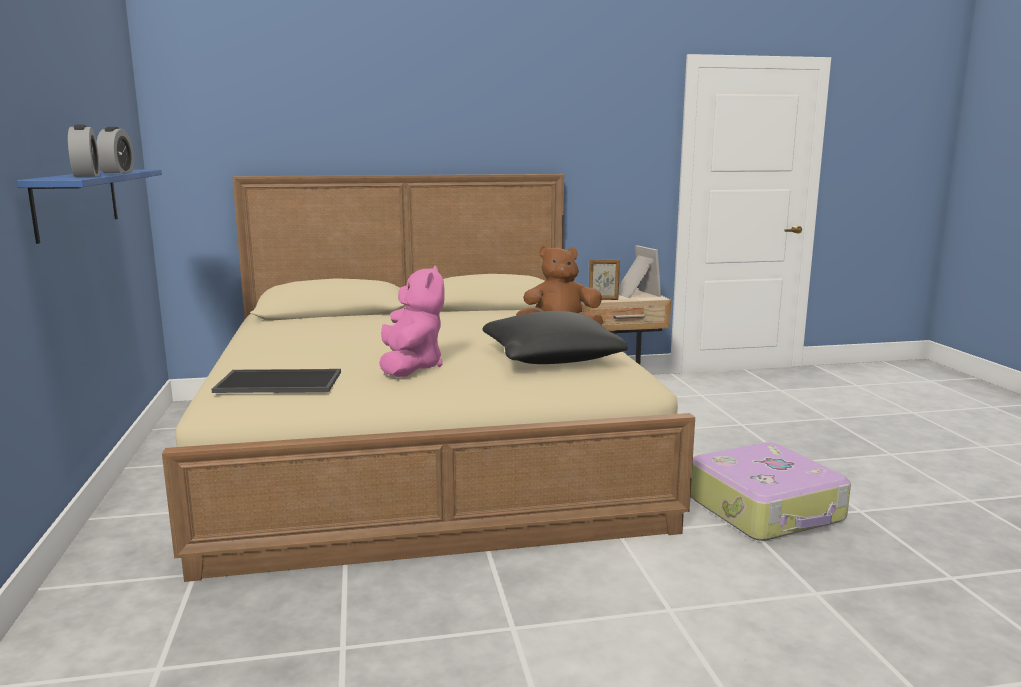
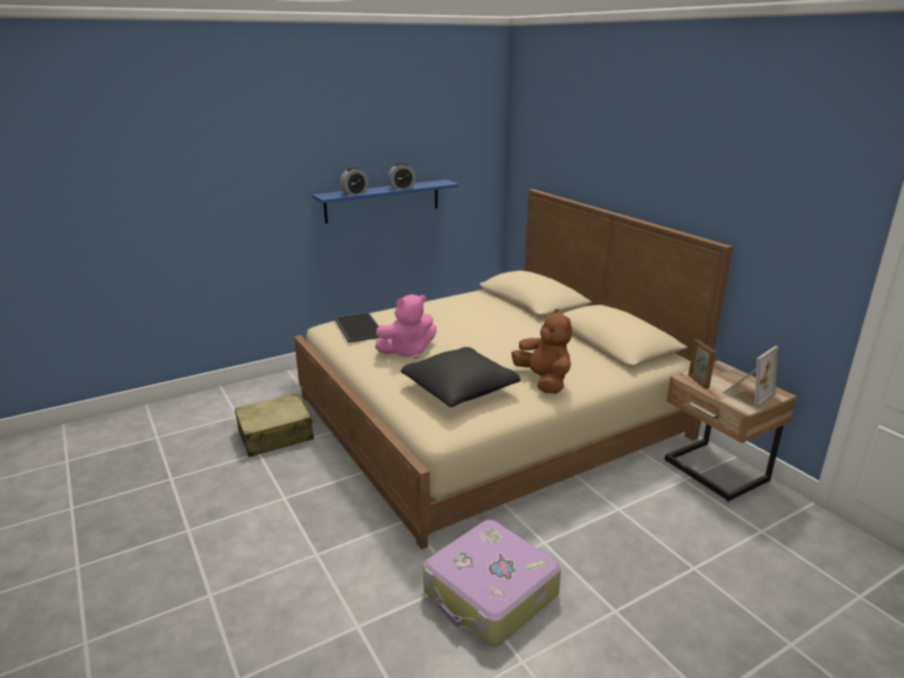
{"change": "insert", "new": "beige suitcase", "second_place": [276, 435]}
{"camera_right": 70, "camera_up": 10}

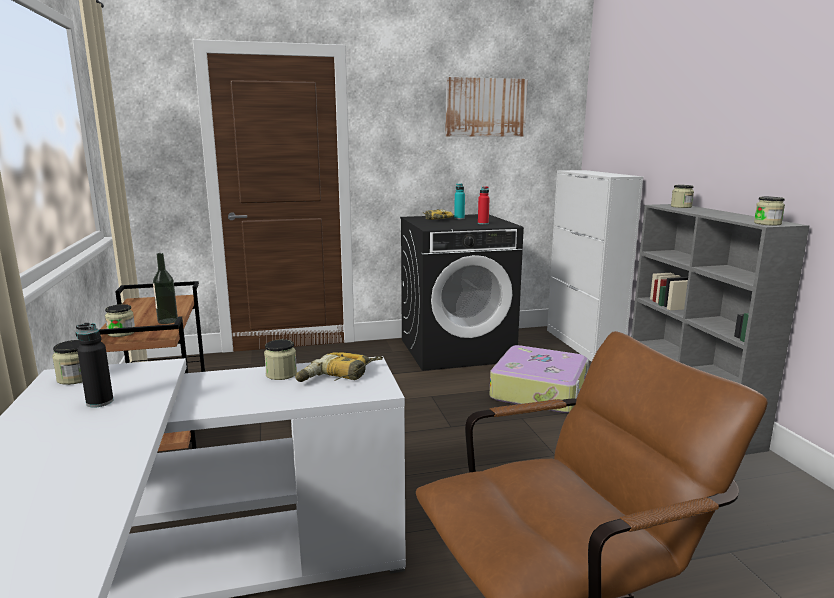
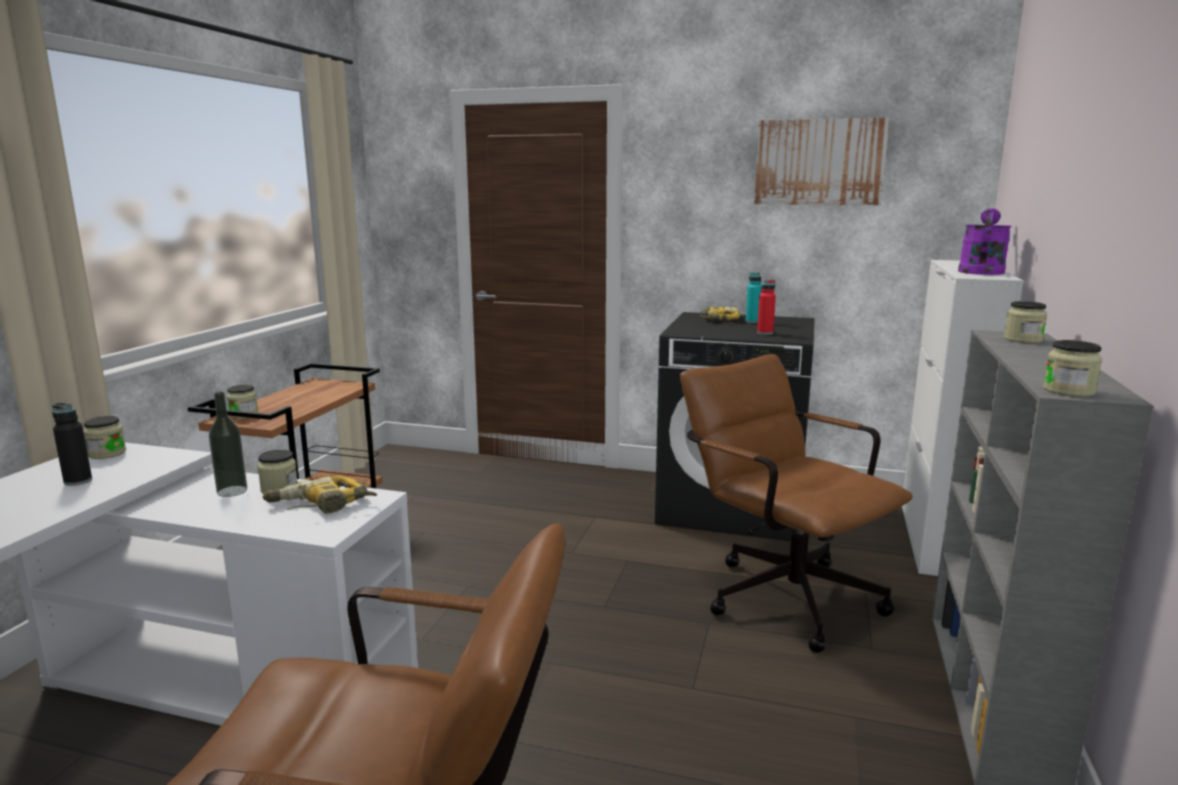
{"change": "insert", "new": "purple watering can", "second_place": [981, 271]}
{"change": "move", "old": "bottle", "first_place": [167, 321], "second_place": [232, 491]}
{"change": "replace", "old": "suitcase", "new": "brown office chair", "first_place": [540, 391], "second_place": [780, 592]}
{"camera_right": 30, "camera_up": 0}

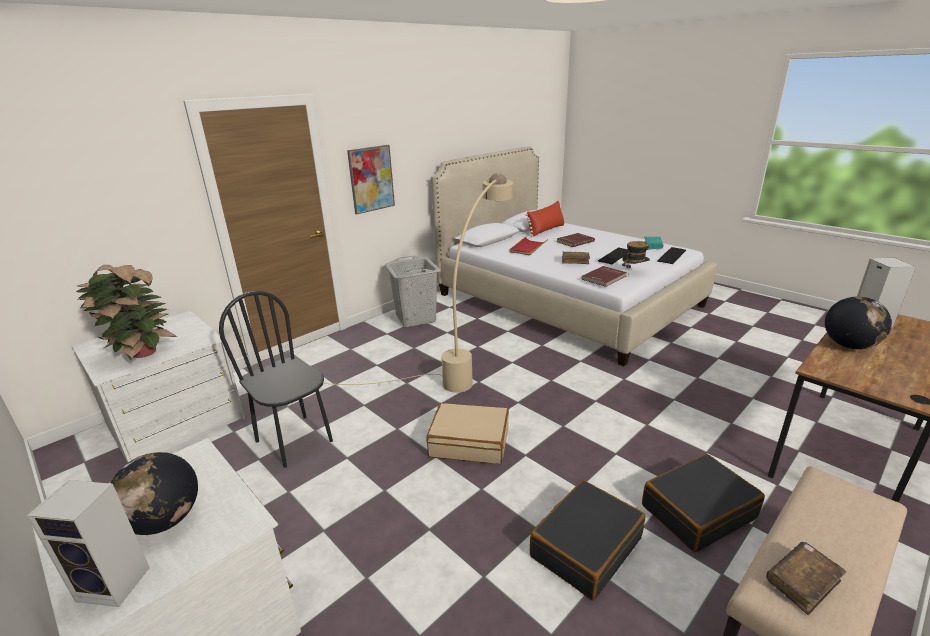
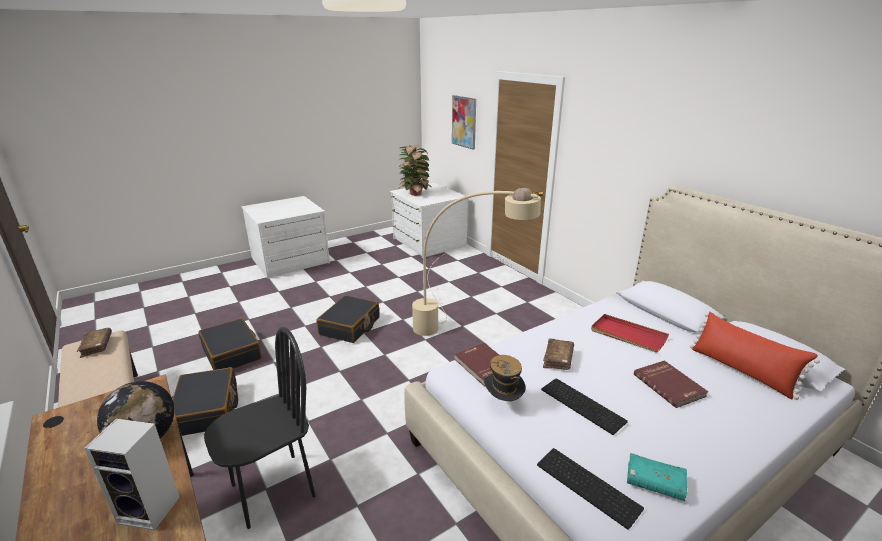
{"change": "delete", "old": "speaker", "first_place": [116, 583]}
{"change": "delete", "old": "globe", "first_place": [164, 521]}
{"change": "delete", "old": "grey laundry basket", "first_place": [415, 318]}
{"change": "move", "old": "black chair", "first_place": [295, 440], "second_place": [273, 489]}
{"change": "move", "old": "picture", "first_place": [371, 179], "second_place": [464, 122]}
{"change": "recolor", "old": "beige suitcase", "new": "black suitcase", "first_place": [469, 442], "second_place": [350, 326]}
{"camera_right": 100, "camera_up": 0}

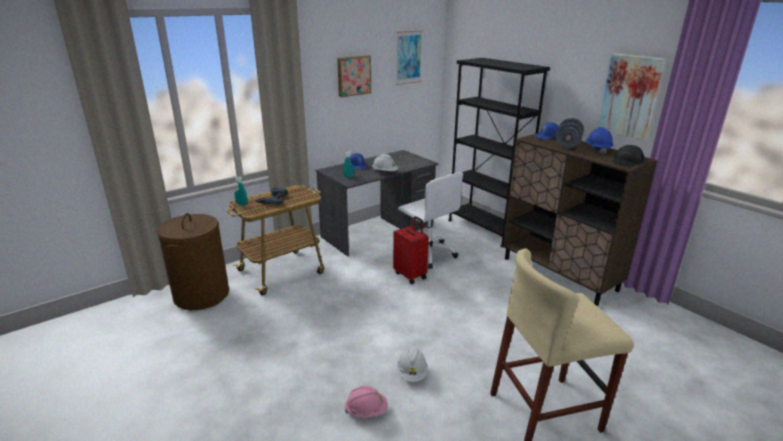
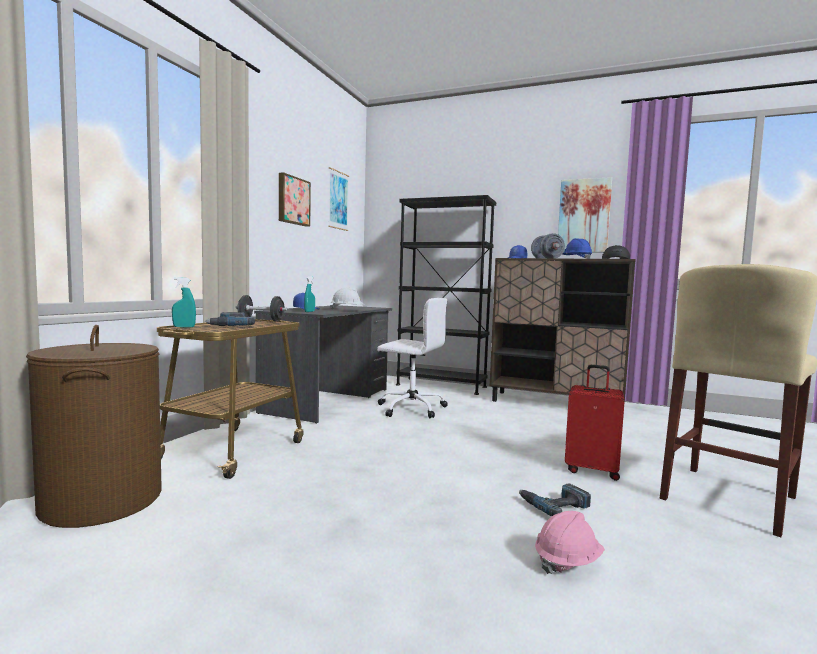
{"change": "insert", "new": "black dumbbell", "second_place": [261, 320]}
{"change": "move", "old": "red suitcase", "first_place": [410, 275], "second_place": [592, 470]}
{"change": "replace", "old": "white hard hat", "new": "power drill", "first_place": [412, 373], "second_place": [554, 505]}
{"camera_right": -30, "camera_up": -20}

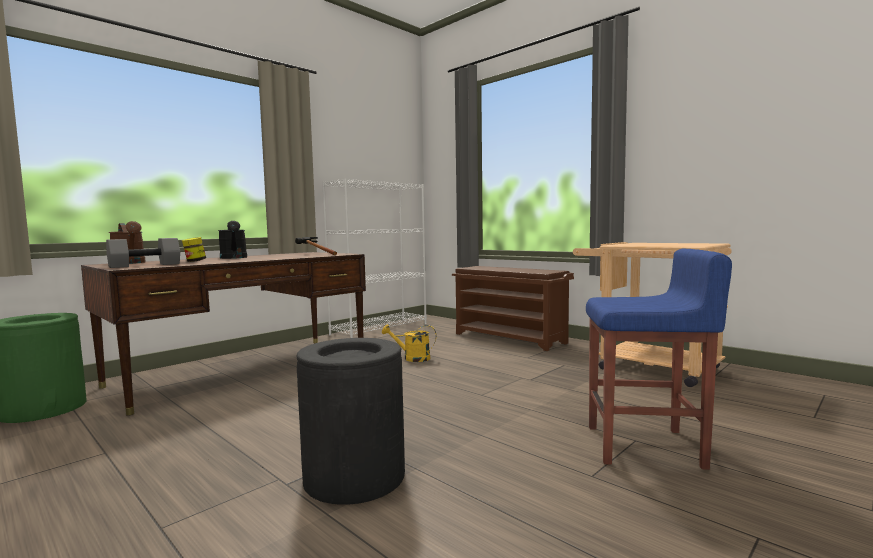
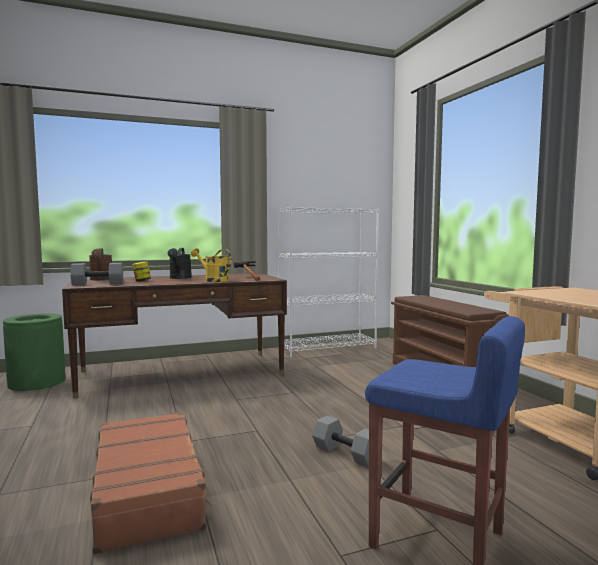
{"change": "insert", "new": "grey dumbbell", "second_place": [347, 454]}
{"change": "move", "old": "yellow watering can", "first_place": [412, 358], "second_place": [213, 280]}
{"change": "replace", "old": "black trash can", "new": "brown suitcase", "first_place": [354, 476], "second_place": [149, 490]}
{"camera_right": 25, "camera_up": 0}

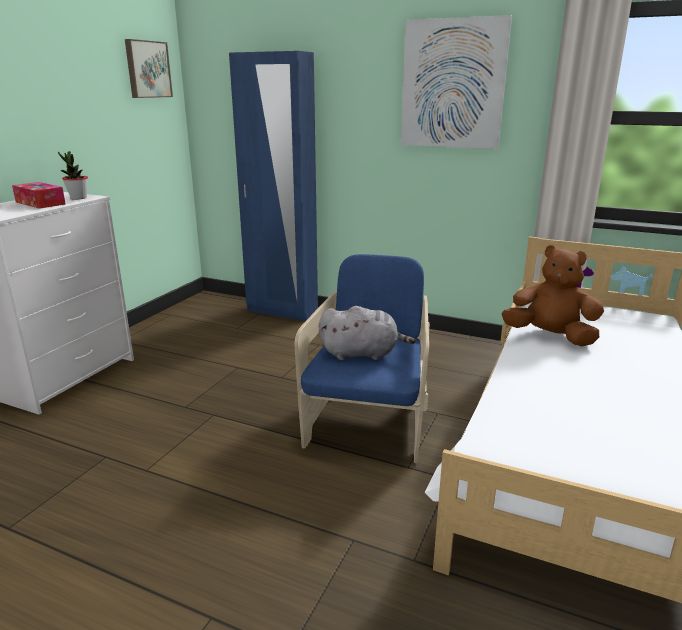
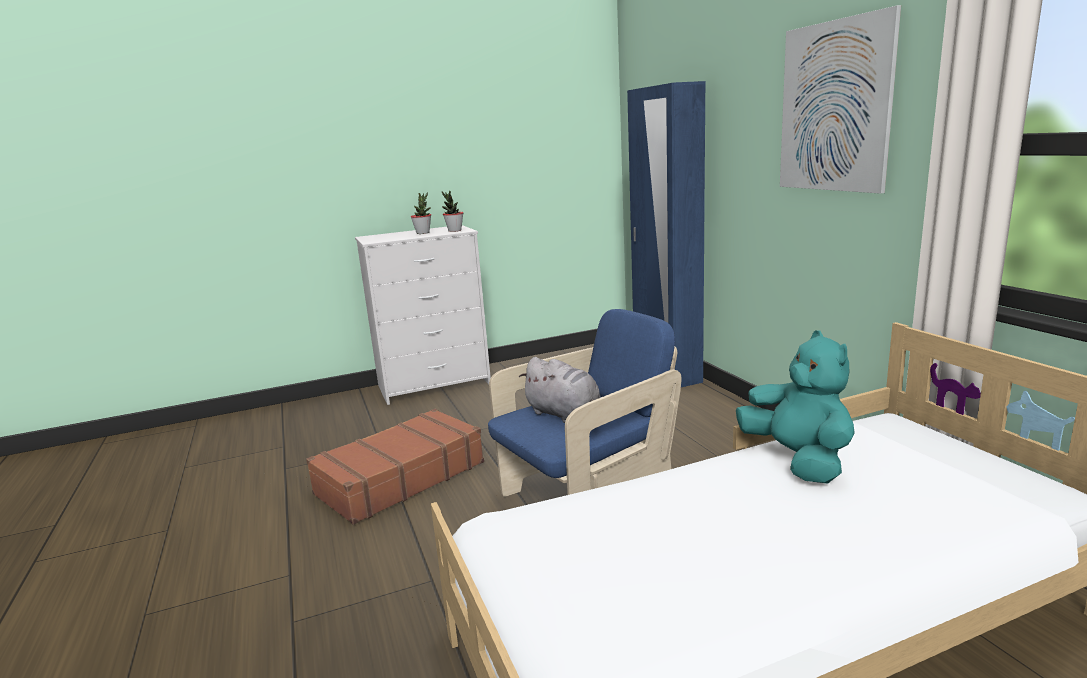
{"change": "delete", "old": "picture", "first_place": [147, 69]}
{"change": "insert", "new": "brown suitcase", "second_place": [400, 478]}
{"change": "replace", "old": "tissue box", "new": "potted plant", "first_place": [40, 203], "second_place": [423, 233]}
{"change": "recolor", "old": "brown plush toy", "new": "turquoise plush toy", "first_place": [550, 337], "second_place": [798, 460]}
{"camera_right": 45, "camera_up": -5}

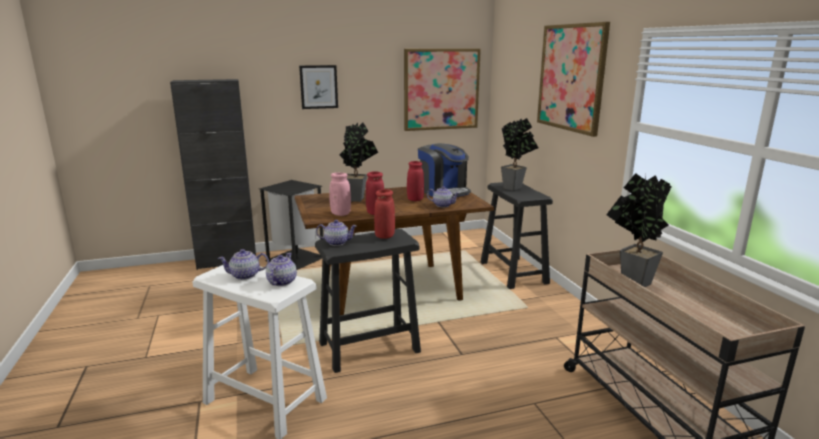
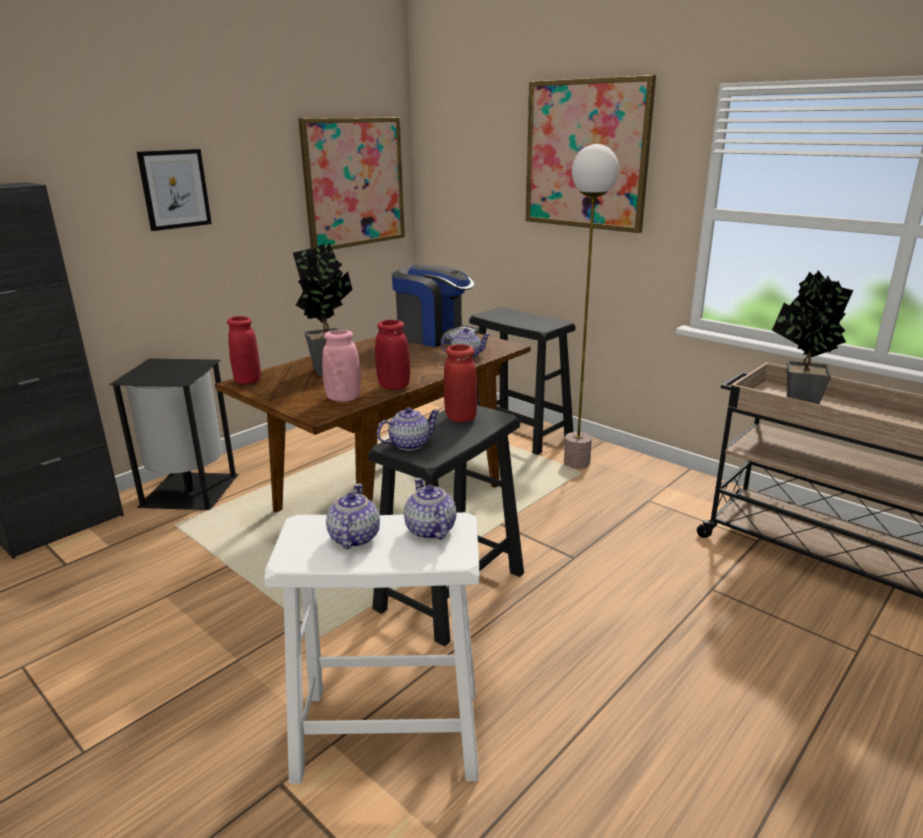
{"change": "delete", "old": "potted plant", "first_place": [515, 188]}
{"change": "insert", "new": "floor lamp", "second_place": [577, 462]}
{"change": "move", "old": "red vase", "first_place": [415, 199], "second_place": [248, 381]}
{"change": "rotate", "old": "teapot", "first_place": [245, 275], "second_place": [353, 538], "degrees": 135}
{"camera_right": -30, "camera_up": 5}

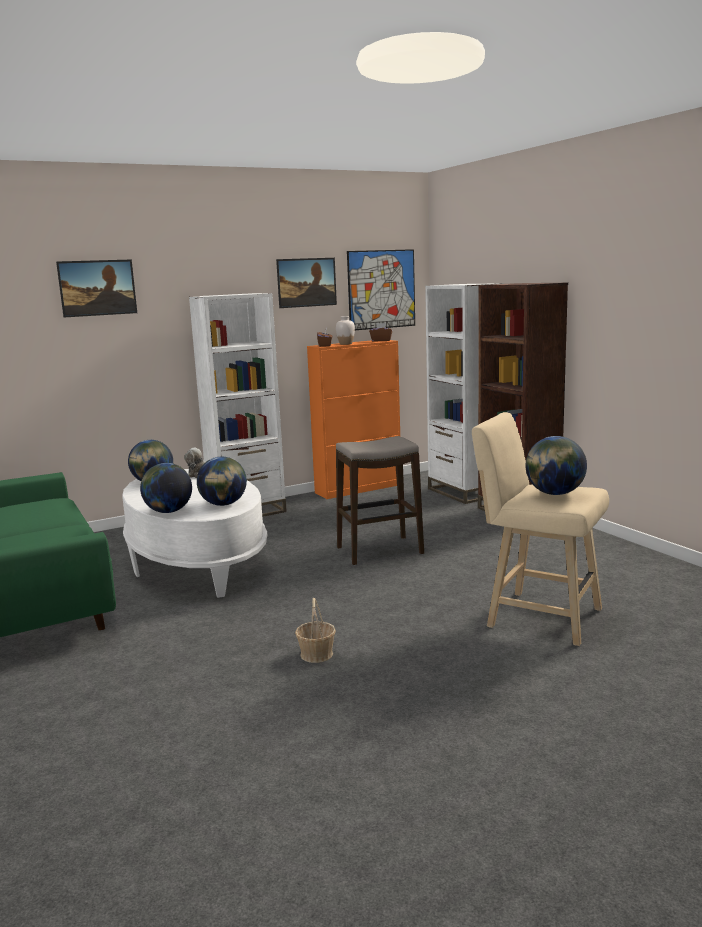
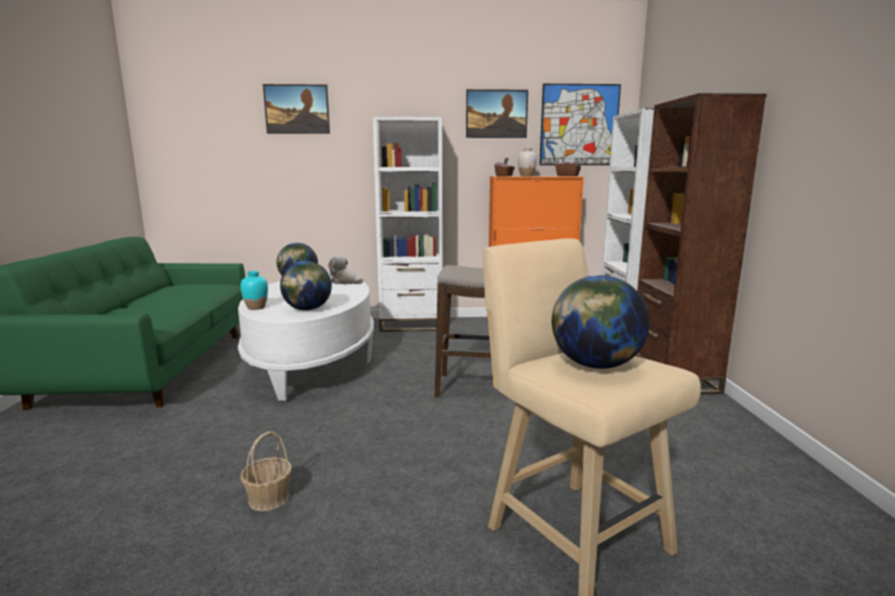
{"change": "replace", "old": "globe", "new": "turquoise vase", "first_place": [168, 511], "second_place": [256, 307]}
{"camera_right": 25, "camera_up": 0}

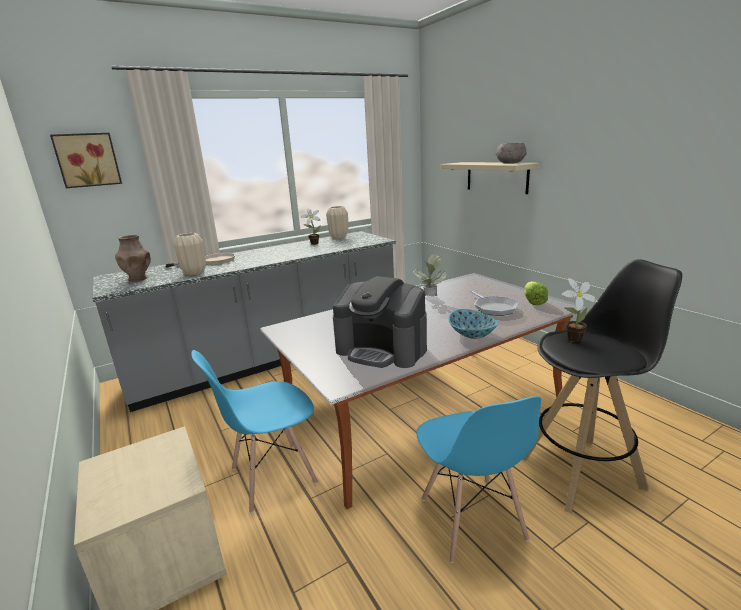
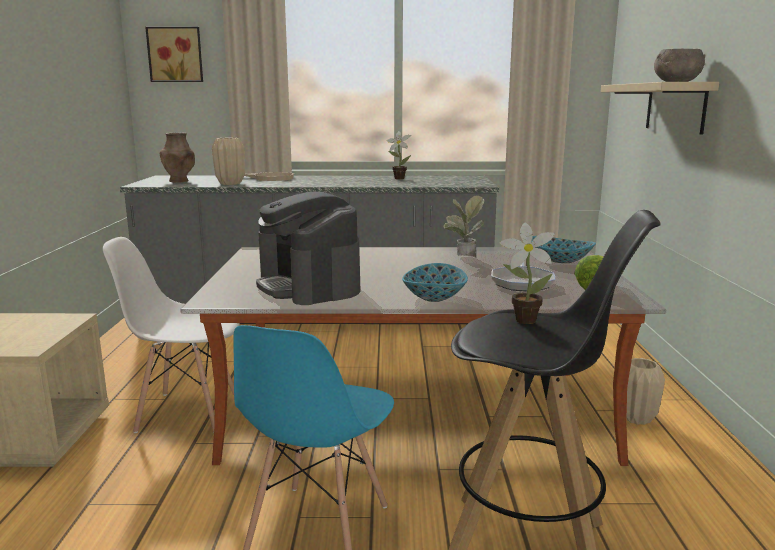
{"change": "insert", "new": "bowl", "second_place": [560, 260]}
{"change": "move", "old": "beige vase", "first_place": [338, 237], "second_place": [636, 418]}
{"change": "recolor", "old": "blue chair", "new": "white chair", "first_place": [272, 476], "second_place": [187, 412]}
{"camera_right": 30, "camera_up": -5}

